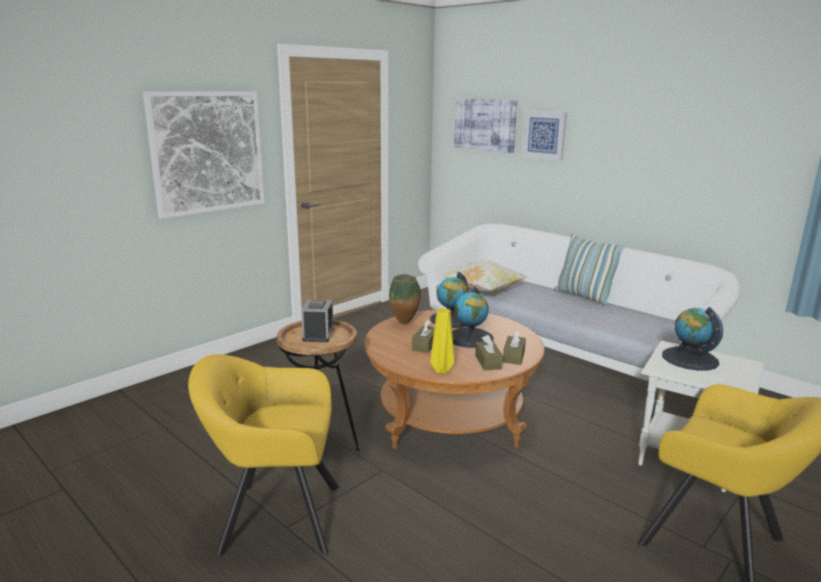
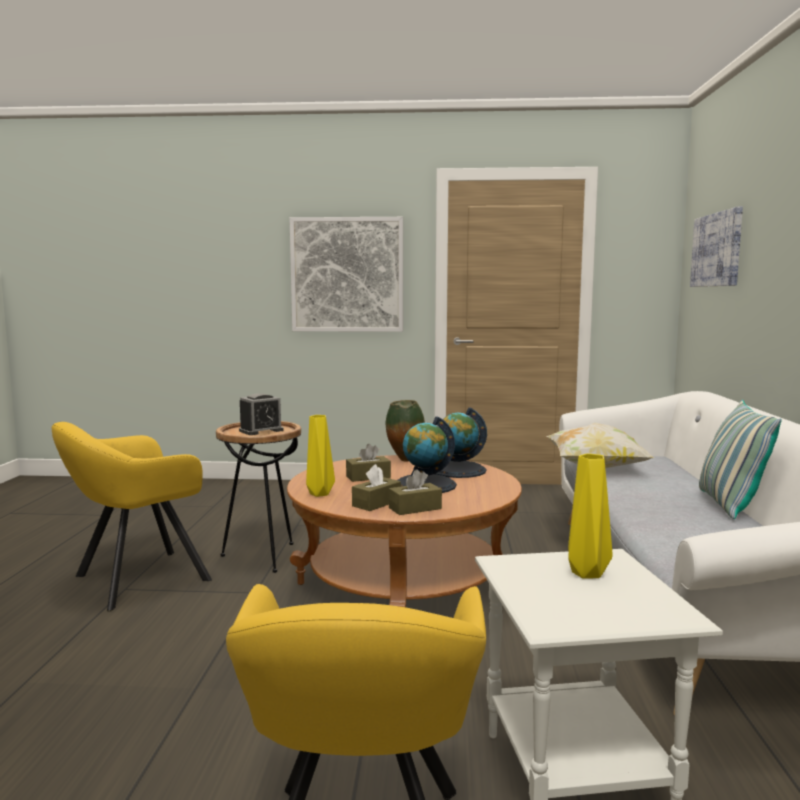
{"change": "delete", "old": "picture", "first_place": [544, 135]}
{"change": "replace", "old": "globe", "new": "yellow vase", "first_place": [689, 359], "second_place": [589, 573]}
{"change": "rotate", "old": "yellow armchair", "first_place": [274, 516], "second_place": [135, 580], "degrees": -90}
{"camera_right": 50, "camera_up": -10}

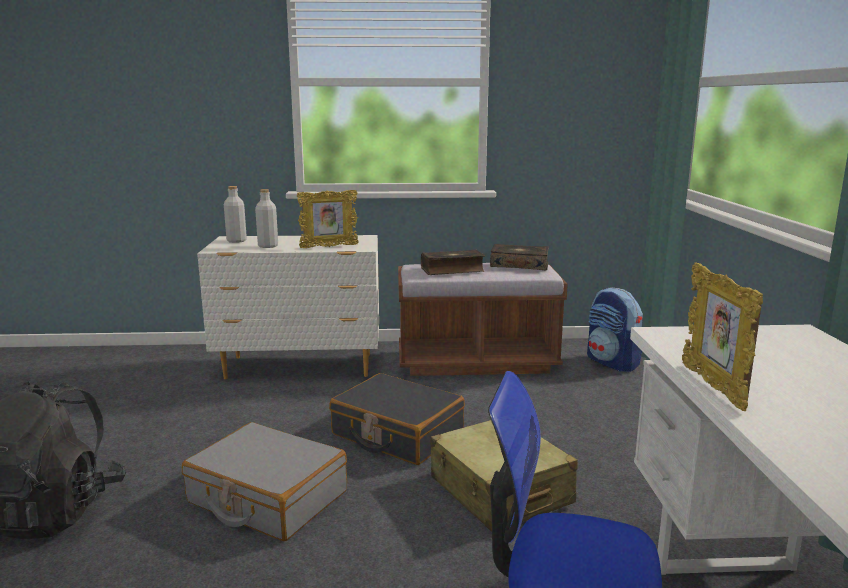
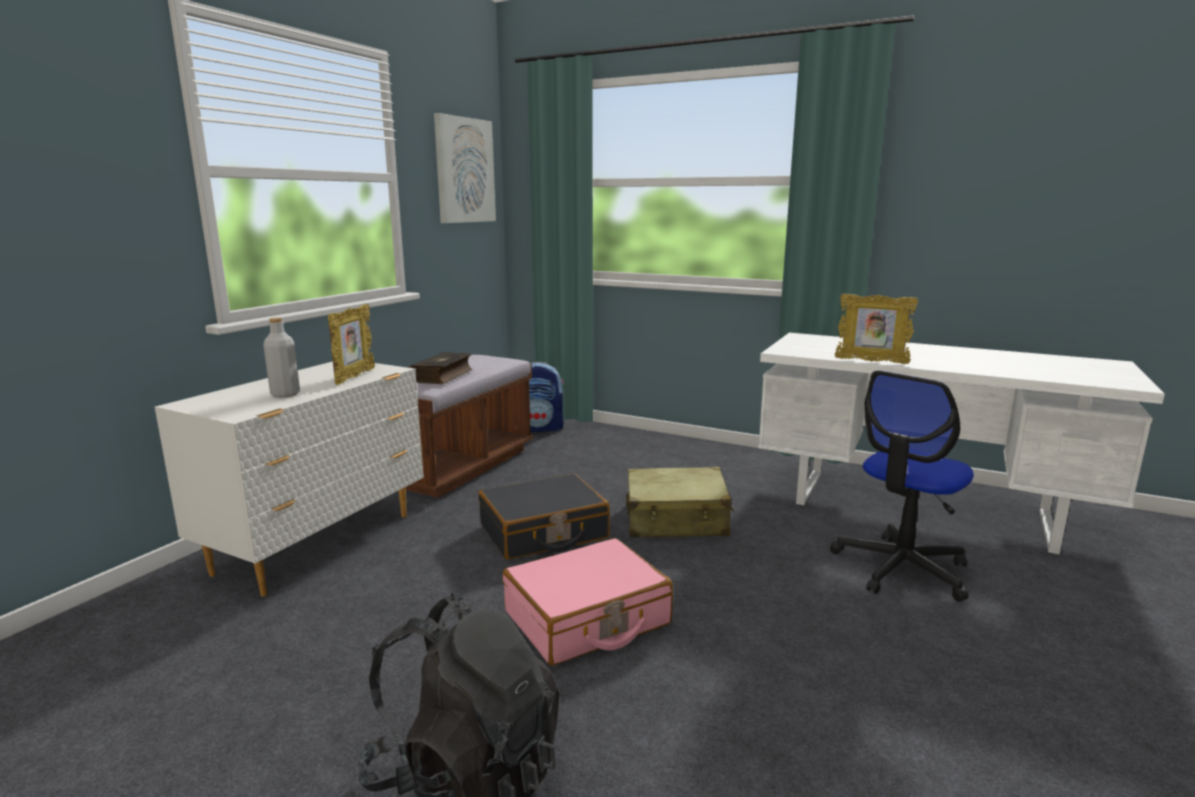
{"change": "delete", "old": "grey bottle", "first_place": [236, 241]}
{"change": "delete", "old": "book", "first_place": [519, 265]}
{"change": "insert", "new": "picture", "second_place": [464, 170]}
{"change": "recolor", "old": "grey suitcase", "new": "pink suitcase", "first_place": [267, 498], "second_place": [587, 619]}
{"camera_right": -60, "camera_up": 0}

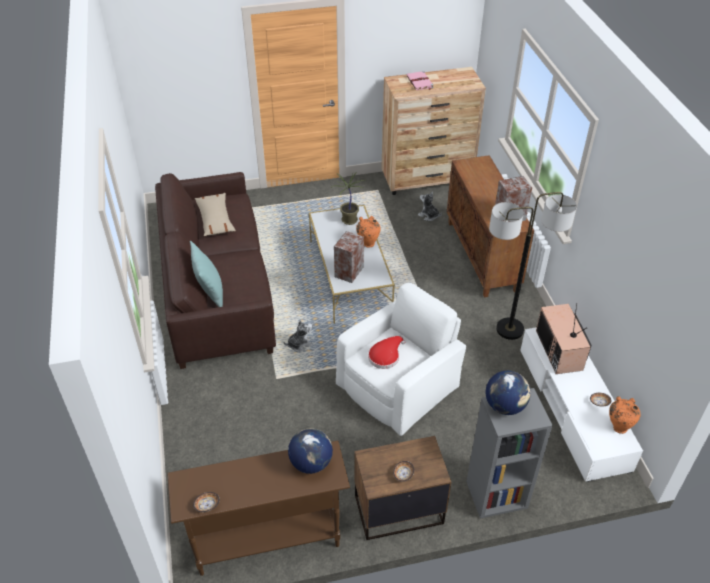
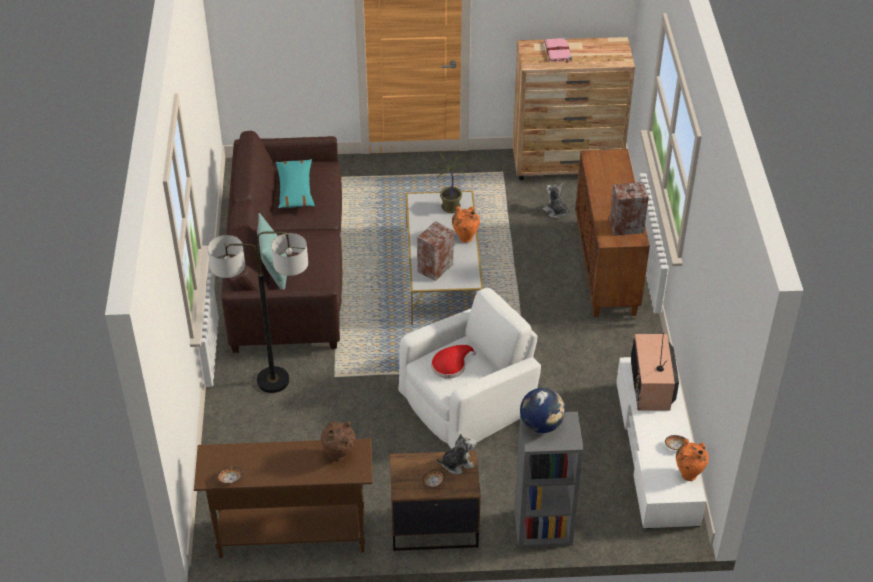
{"change": "move", "old": "plush toy", "first_place": [299, 344], "second_place": [457, 463]}
{"change": "move", "old": "floor lamp", "first_place": [509, 329], "second_place": [273, 380]}
{"change": "replace", "old": "globe", "new": "brown vase", "first_place": [311, 463], "second_place": [339, 455]}
{"change": "recolor", "old": "beige pillow", "new": "turquoise pillow", "first_place": [215, 220], "second_place": [295, 190]}
{"camera_right": 10, "camera_up": 0}

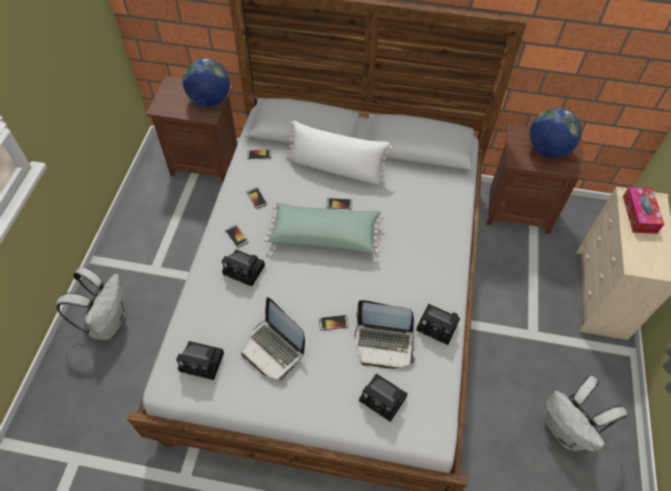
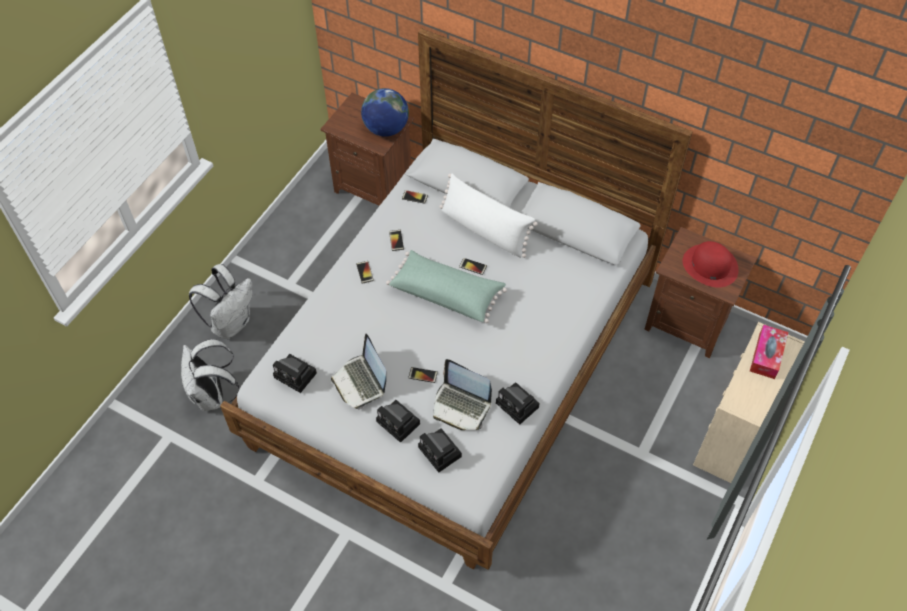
{"change": "move", "old": "photo camera", "first_place": [245, 270], "second_place": [400, 423]}
{"change": "move", "old": "white backpack", "first_place": [566, 430], "second_place": [213, 396]}
{"change": "replace", "old": "globe", "new": "red hat", "first_place": [547, 150], "second_place": [710, 265]}
{"camera_right": 20, "camera_up": 0}

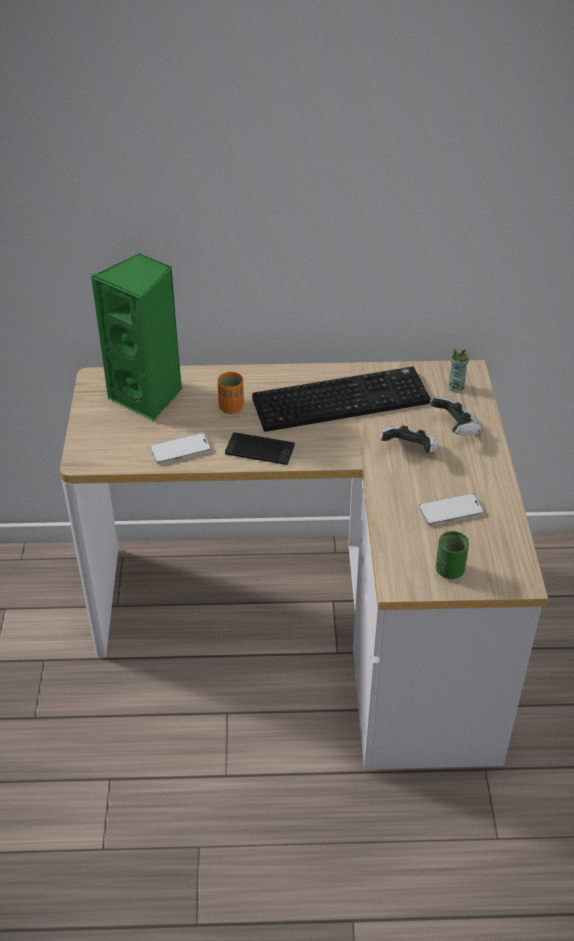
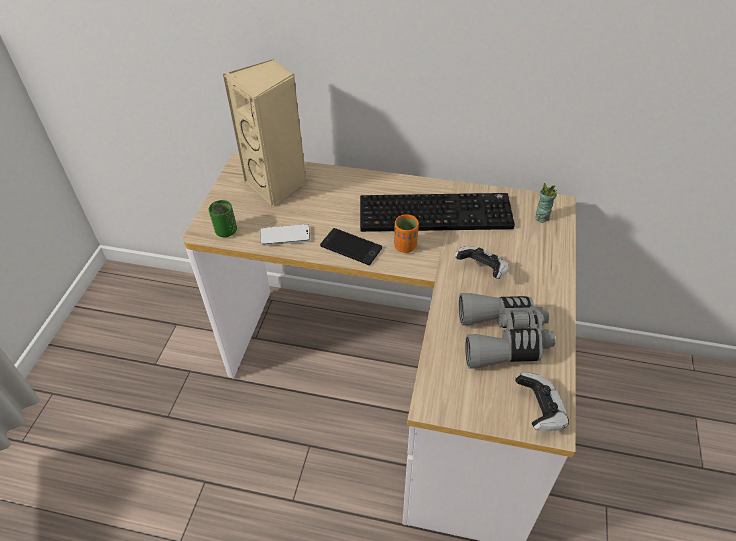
{"change": "move", "old": "orange cup", "first_place": [231, 408], "second_place": [405, 246]}
{"change": "move", "old": "game controller", "first_place": [456, 428], "second_place": [539, 411]}
{"change": "move", "old": "green cup", "first_place": [449, 570], "second_place": [226, 231]}
{"change": "replace", "old": "phone", "new": "grey binoculars", "first_place": [450, 511], "second_place": [503, 338]}
{"change": "recolor", "old": "green speaker", "new": "beige speaker", "first_place": [149, 396], "second_place": [277, 185]}
{"camera_right": 15, "camera_up": 5}

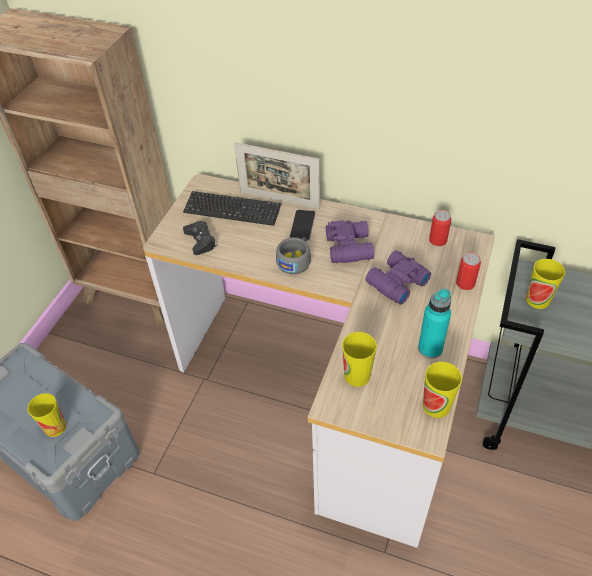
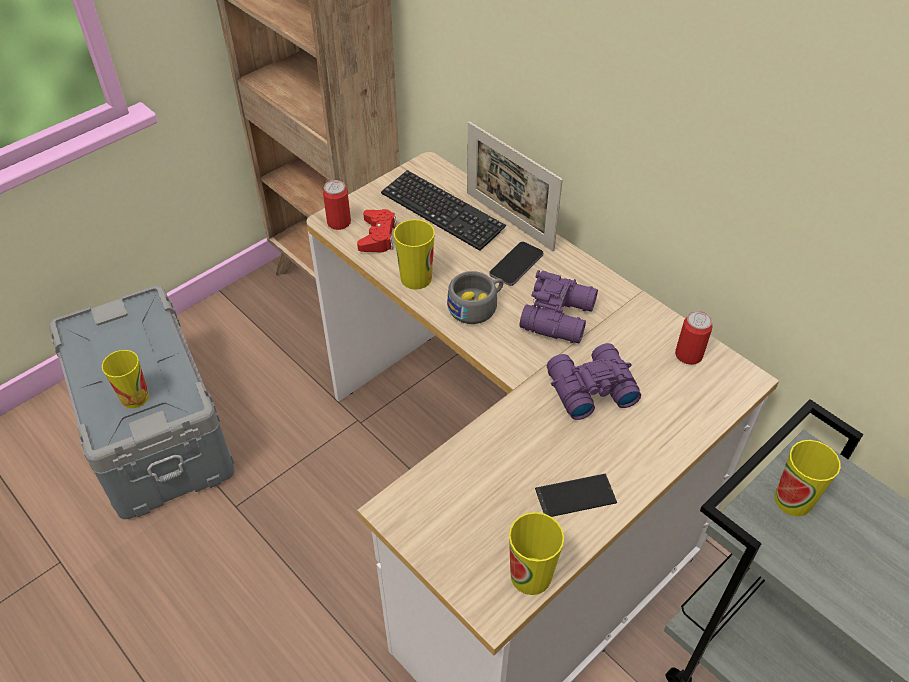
{"change": "move", "old": "cup", "first_place": [357, 375], "second_place": [416, 278]}
{"change": "move", "old": "can", "first_place": [465, 283], "second_place": [339, 222]}
{"change": "replace", "old": "turquoise bottle", "new": "phone", "first_place": [430, 348], "second_place": [575, 496]}
{"change": "recolor", "old": "black game controller", "new": "red game controller", "first_place": [200, 241], "second_place": [378, 236]}
{"camera_right": 25, "camera_up": 0}

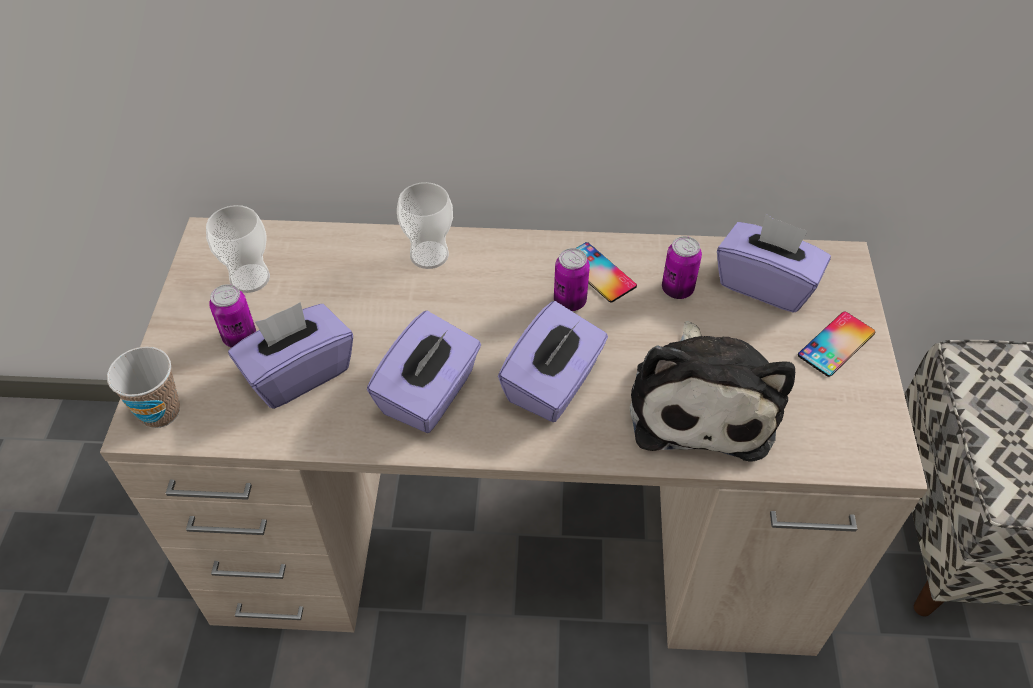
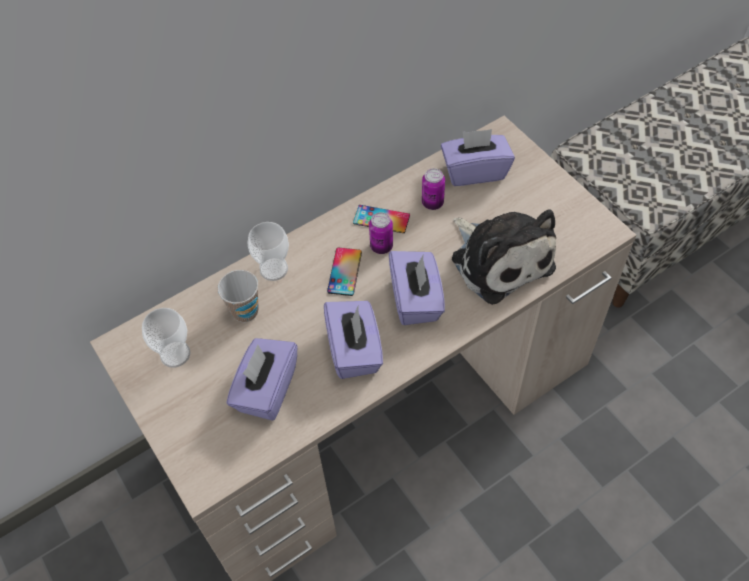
{"change": "delete", "old": "can", "first_place": [240, 338]}
{"change": "move", "old": "cup", "first_place": [160, 412], "second_place": [245, 311]}
{"change": "move", "old": "phone", "first_place": [836, 344], "second_place": [344, 271]}
{"camera_right": -35, "camera_up": 5}

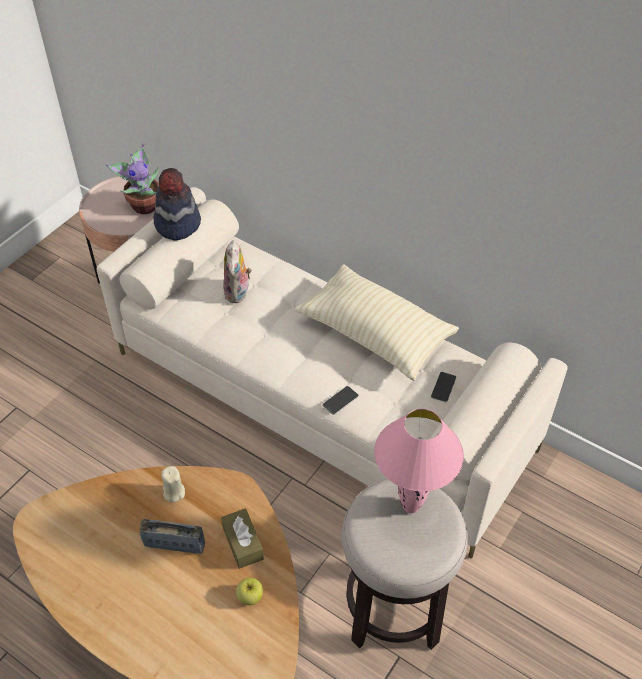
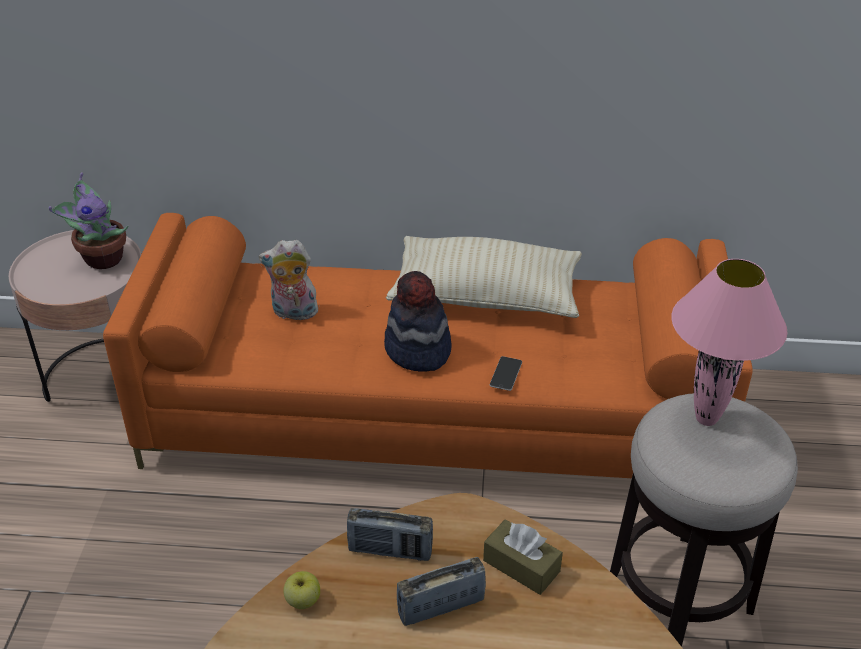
{"change": "delete", "old": "phone", "first_place": [443, 387]}
{"change": "move", "old": "hat", "first_place": [177, 224], "second_place": [417, 350]}
{"change": "move", "old": "apple", "first_place": [250, 596], "second_place": [303, 600]}
{"change": "replace", "old": "beige candle", "new": "radio", "first_place": [173, 492], "second_place": [390, 550]}
{"change": "recolor", "old": "beige sofa", "new": "orange sofa", "first_place": [323, 400], "second_place": [432, 418]}
{"change": "rotate", "old": "plush toy", "first_place": [238, 293], "second_place": [293, 313], "degrees": 120}
{"camera_right": -30, "camera_up": -10}

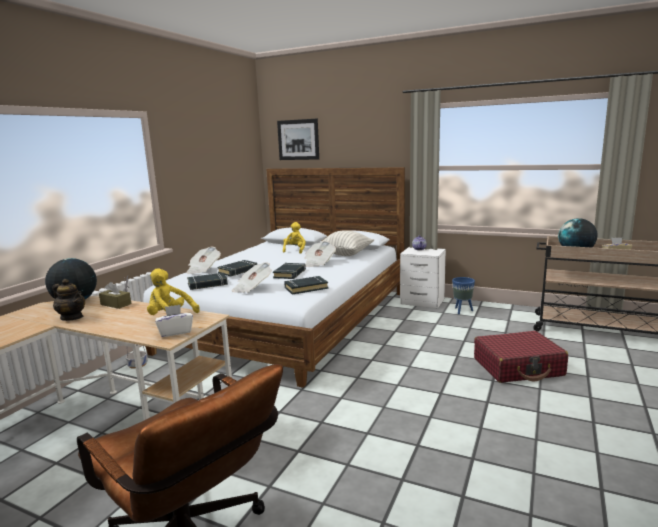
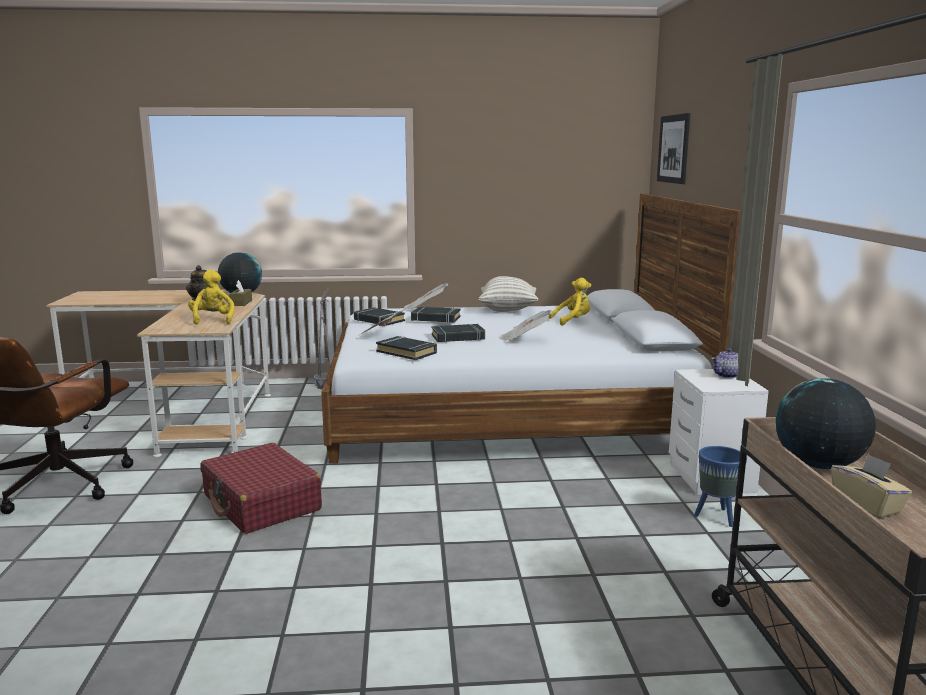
{"change": "delete", "old": "white tissue box", "first_place": [175, 332]}
{"change": "move", "old": "pillow", "first_place": [346, 254], "second_place": [508, 310]}
{"change": "move", "old": "red suitcase", "first_place": [518, 367], "second_place": [261, 503]}
{"camera_right": 60, "camera_up": 0}

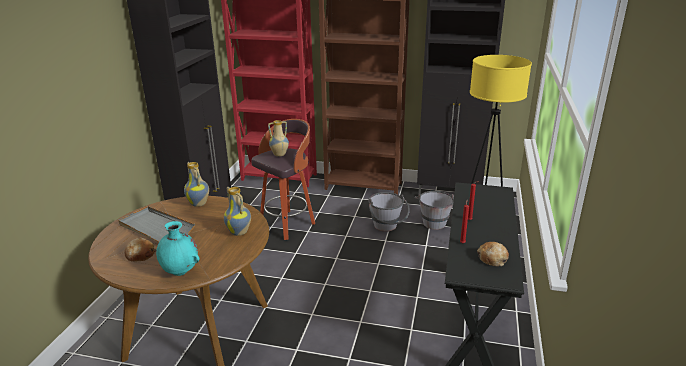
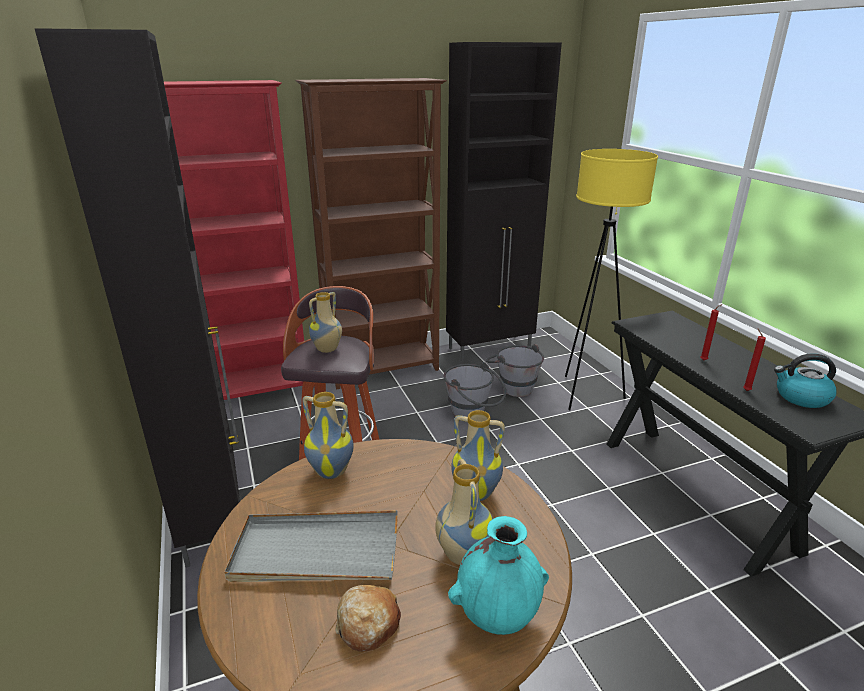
{"change": "insert", "new": "vase", "second_place": [462, 555]}
{"change": "replace", "old": "bread", "new": "kettle", "first_place": [492, 258], "second_place": [801, 397]}
{"camera_right": -35, "camera_up": 0}

